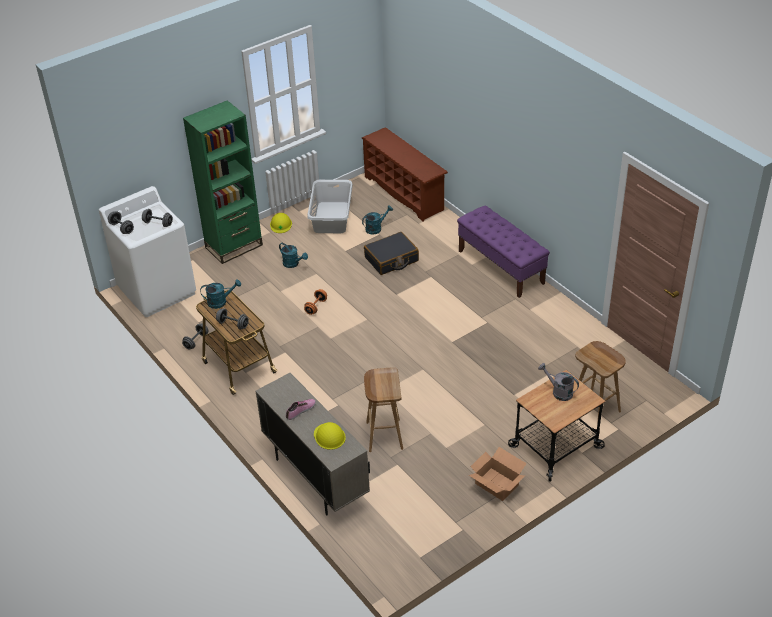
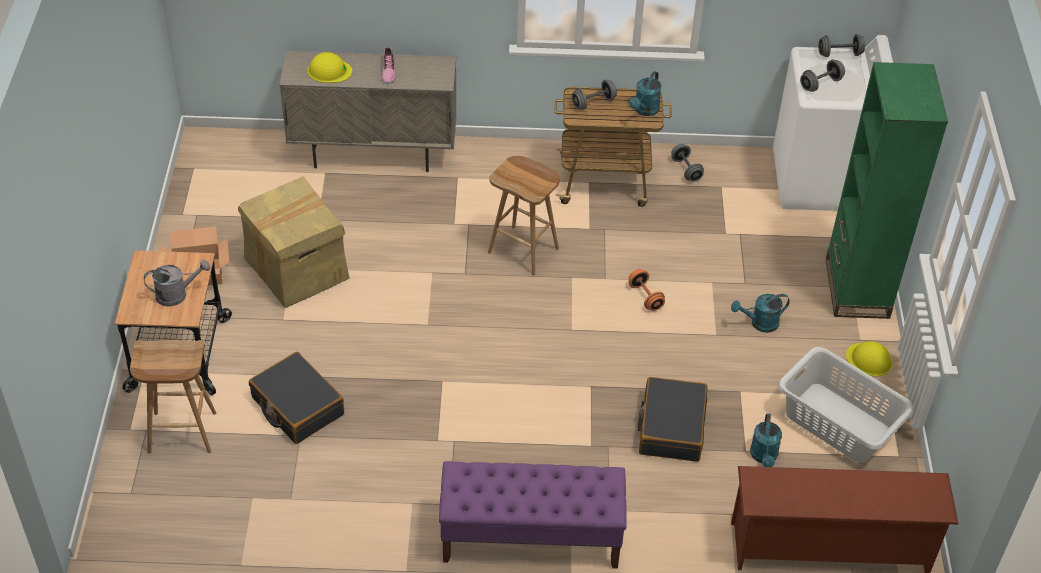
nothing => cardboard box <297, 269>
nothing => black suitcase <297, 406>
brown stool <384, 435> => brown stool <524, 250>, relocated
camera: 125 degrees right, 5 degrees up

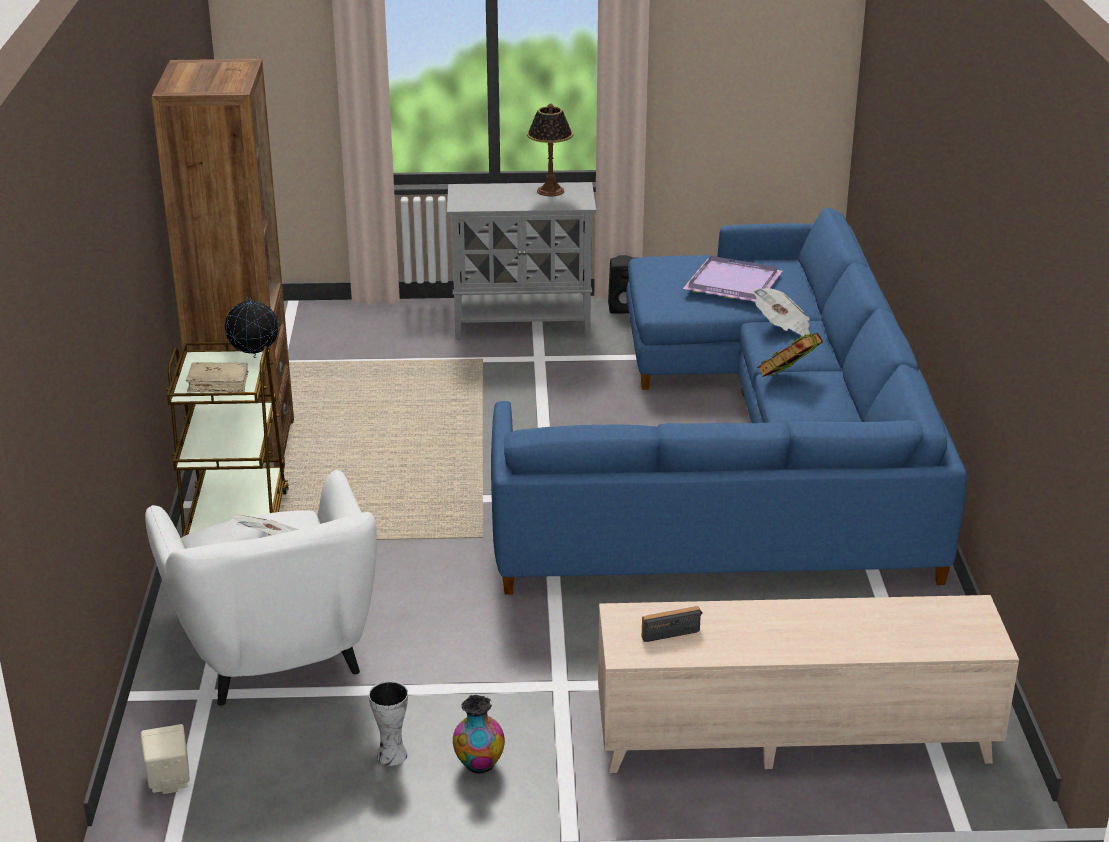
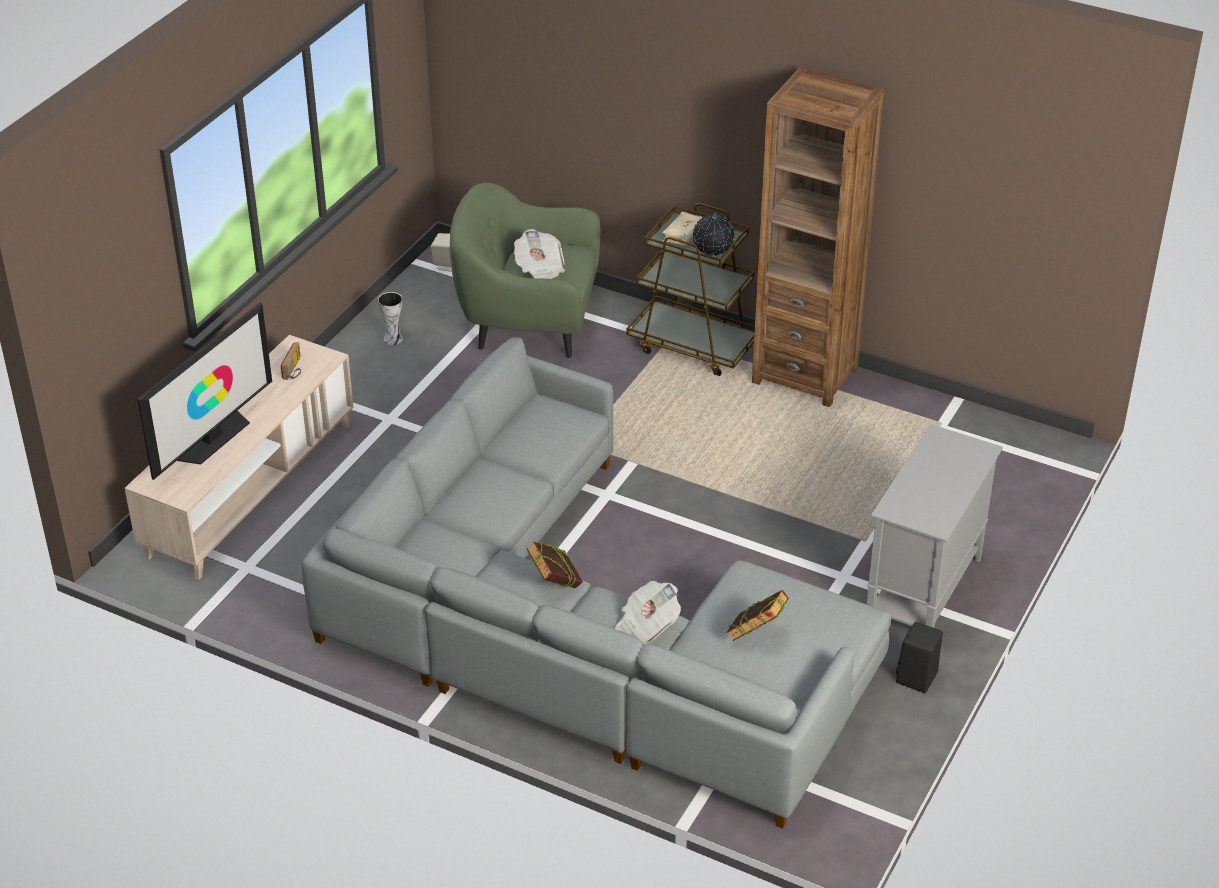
nothing => television <213, 438>
blue sofa <750, 451> => grey sofa <580, 632>
white armchair <275, 653> => green armchair <528, 324>
purple tray <735, 282> => book <756, 635>
vase <479, 765> => nothing
table lamp <550, 191> => nothing
camera: 120 degrees right, 10 degrees up

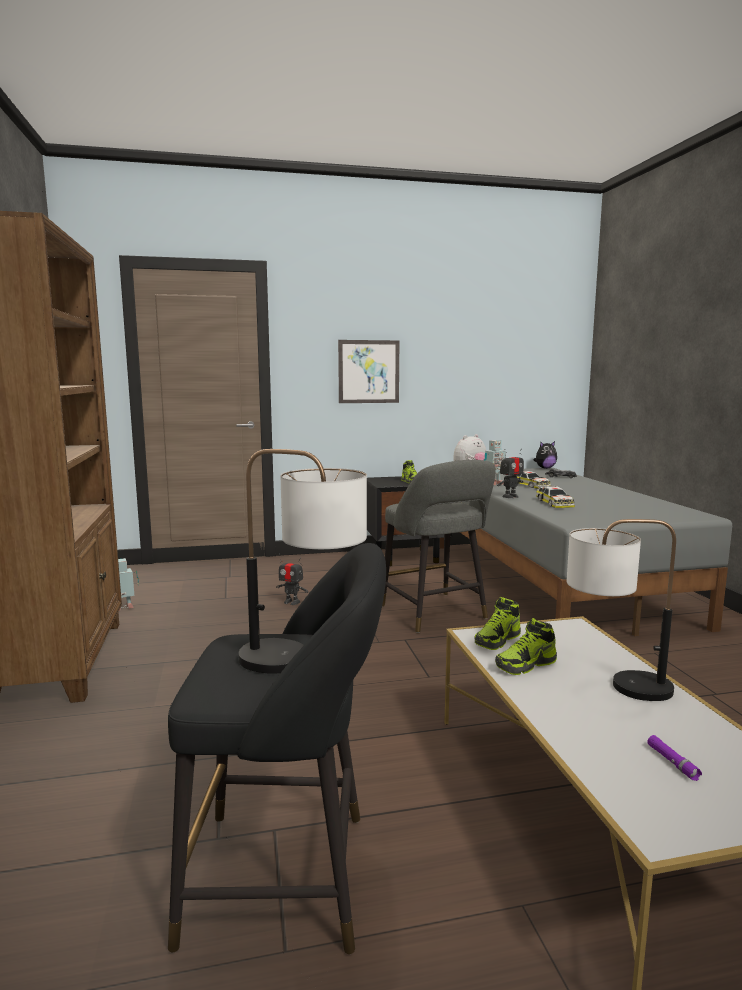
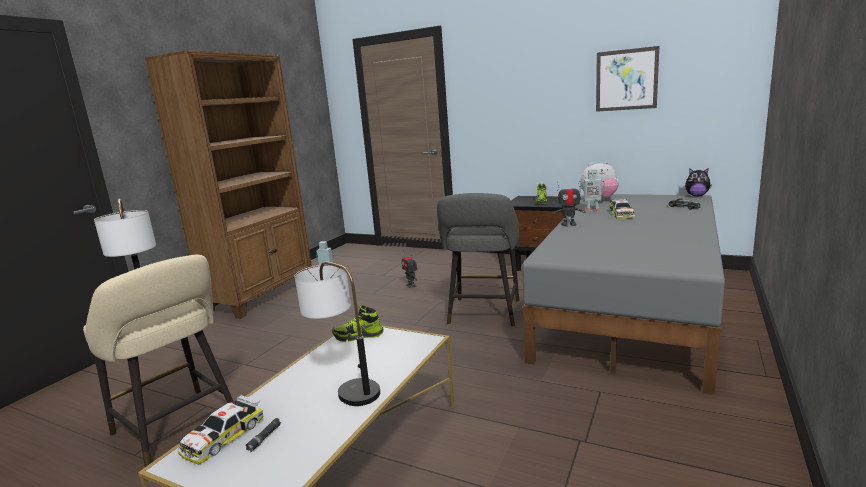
black stool <290, 877> => beige stool <179, 428>
toy car <554, 503> => toy car <223, 437>, relocated
purple flashlight <672, 762> => black flashlight <264, 438>
picture <368, 371> => picture <626, 80>, relocated
shoe <526, 665> => nothing
camera: 40 degrees right, 5 degrees up

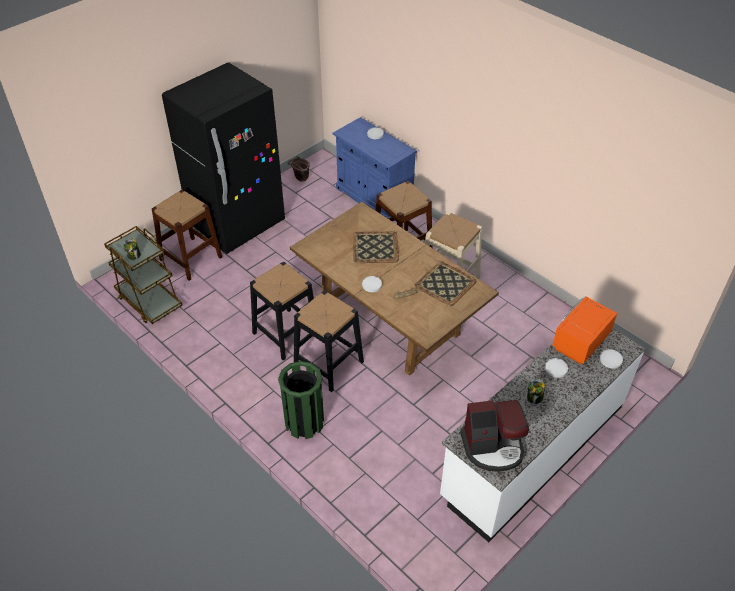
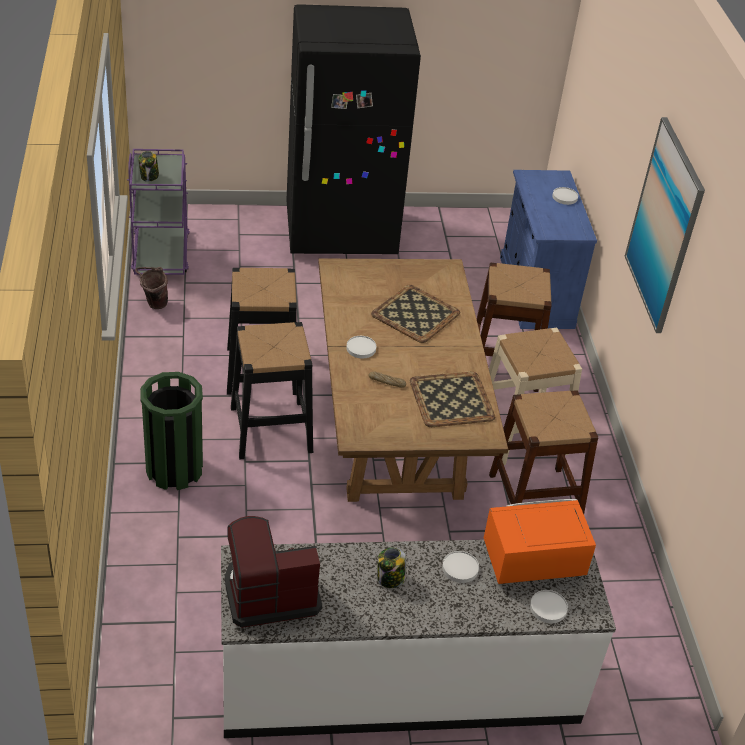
brown cart <149, 302> => purple cart <161, 255>
brown bucket <300, 179> => brown bucket <153, 304>, relocated
coffee machine <493, 447> => coffee machine <270, 593>, 135 degrees clockwise
brown stool <191, 258> => brown stool <535, 498>, relocated
nothing => picture <664, 226>
camera: 35 degrees right, 5 degrees down

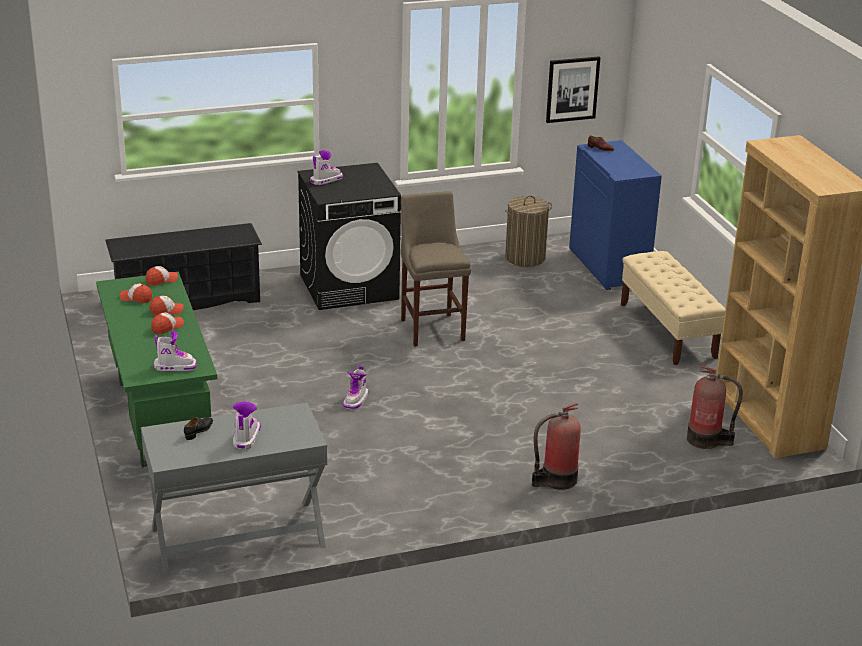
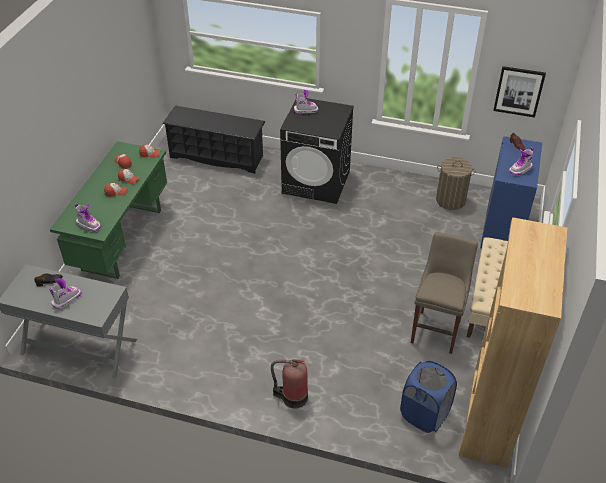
fire extinguisher <706, 440> => blue laundry basket <424, 414>
beige stool <432, 328> => beige stool <436, 329>, relocated
boot <356, 400> => boot <520, 169>, relocated
camera: 35 degrees right, 15 degrees up

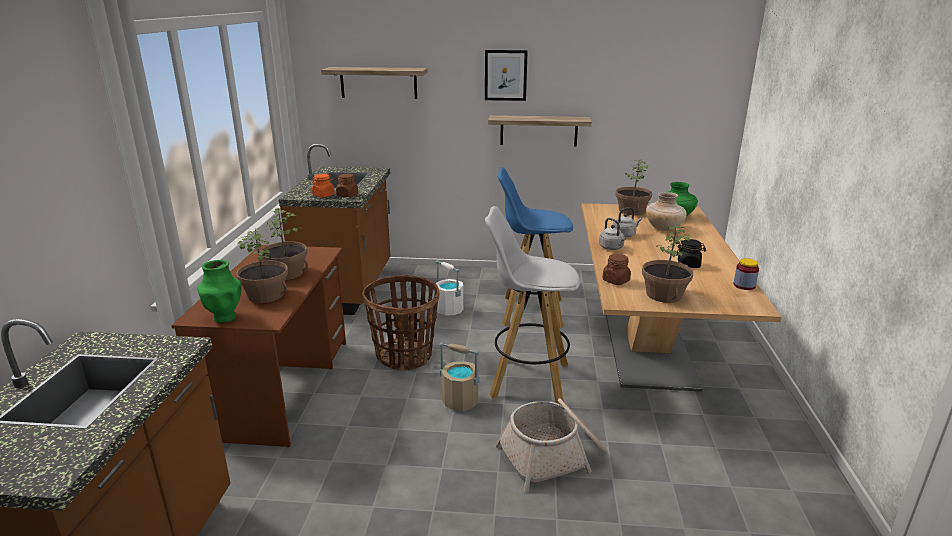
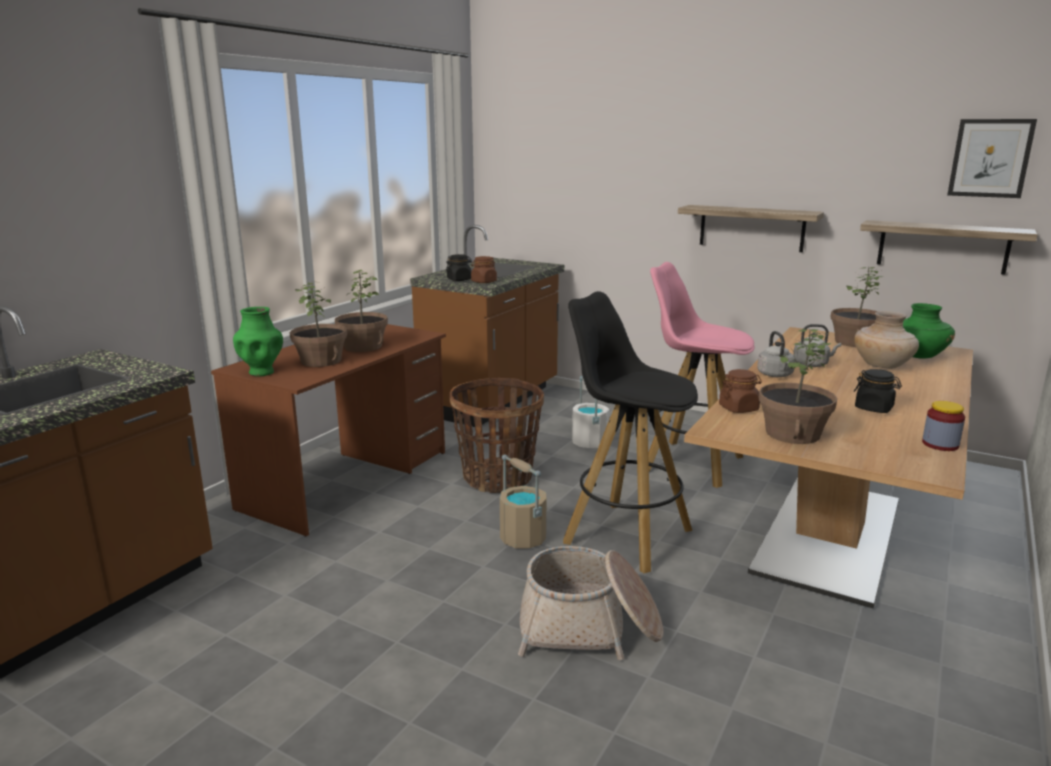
orange jar <323, 195> => black jar <459, 279>
white stool <528, 380> => black stool <625, 535>
blue stool <531, 312> => pink stool <691, 463>
shelf <378, 82> => shelf <942, 247>, relocated
picture <505, 75> => picture <990, 158>, relocated
camera: 25 degrees right, 5 degrees down

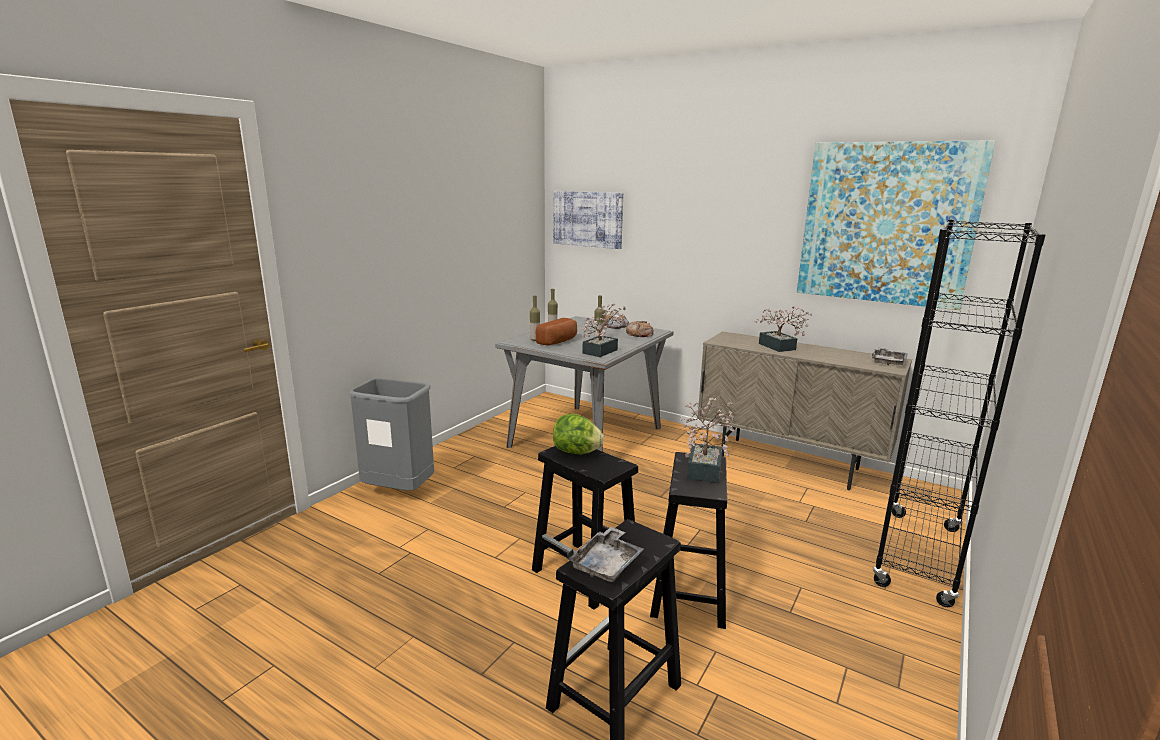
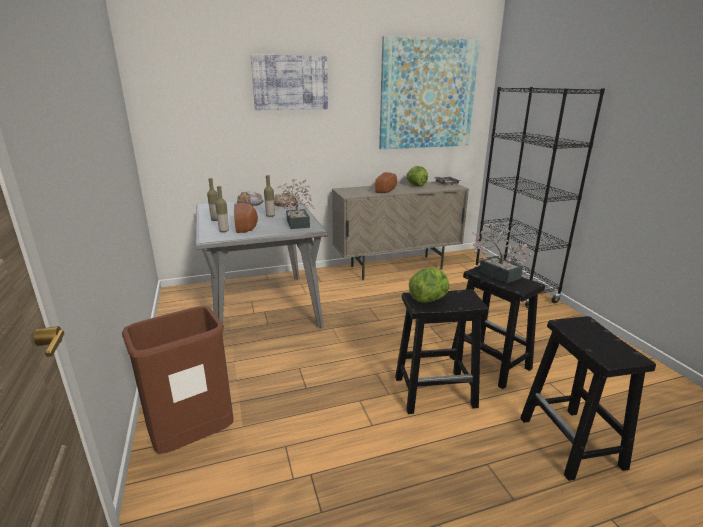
grey trash can <399, 491> => brown trash can <193, 438>
picture <587, 219> => picture <290, 83>, relocated
potted plant <779, 348> => bread <387, 190>
nothing => lettuce <416, 185>
grey tray <607, 564> => nothing
camera: 50 degrees left, 5 degrees up

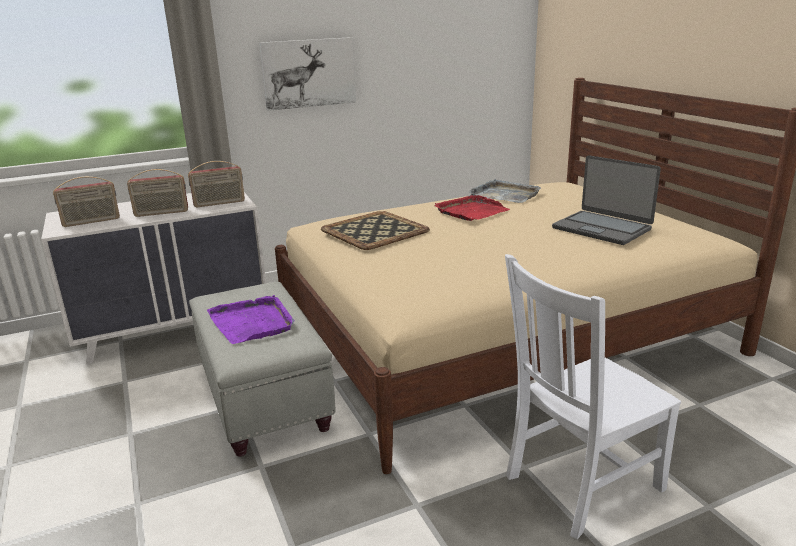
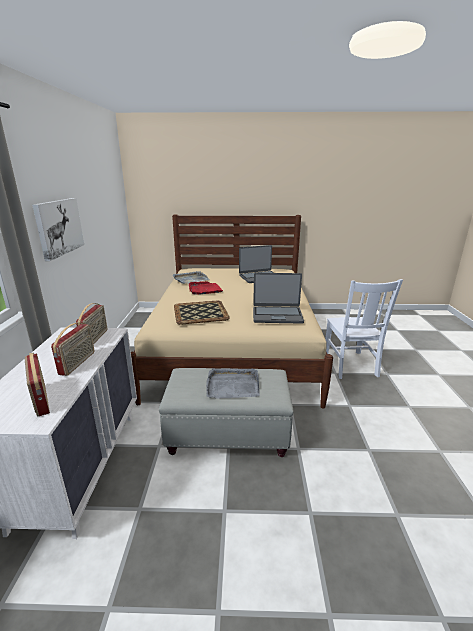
radio <91, 222> => radio <40, 400>, 150 degrees clockwise
purple tray <252, 322> => grey tray <232, 385>
nothing => laptop <277, 315>
camera: 65 degrees left, 0 degrees up

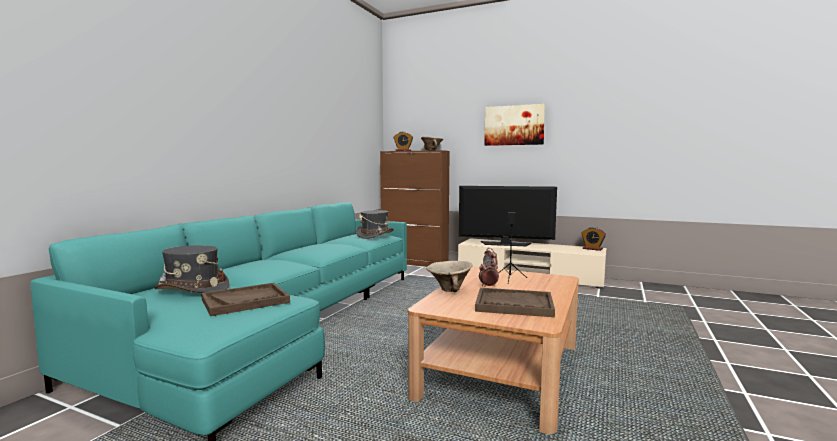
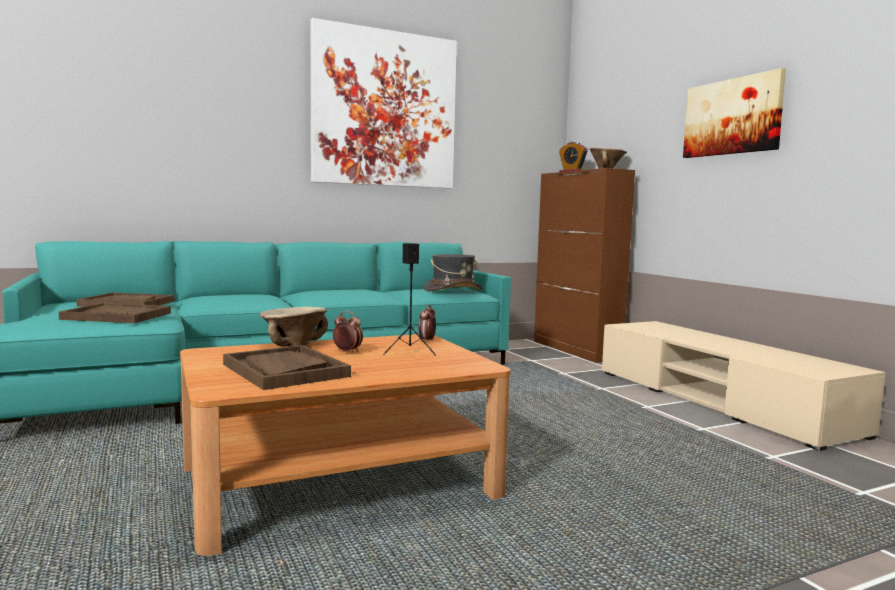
grey hat <192, 290> => brown tray <127, 303>
nothing => picture <384, 109>
television <505, 244> => nothing
alarm clock <592, 249> => nothing
camera: 40 degrees right, 0 degrees up

